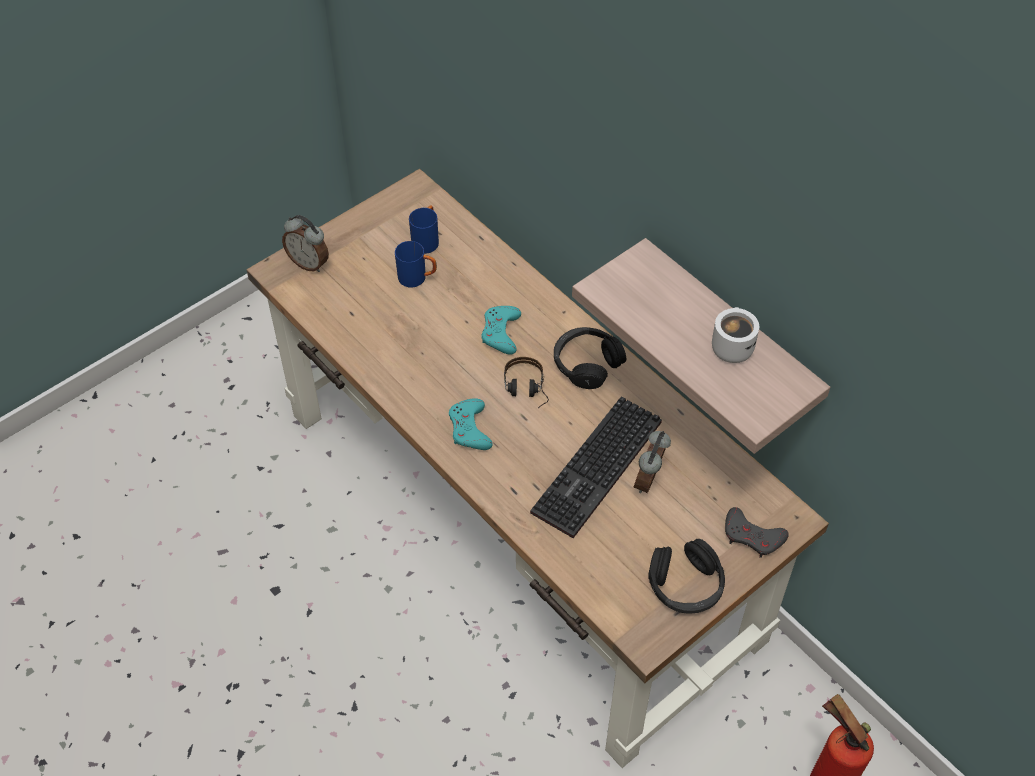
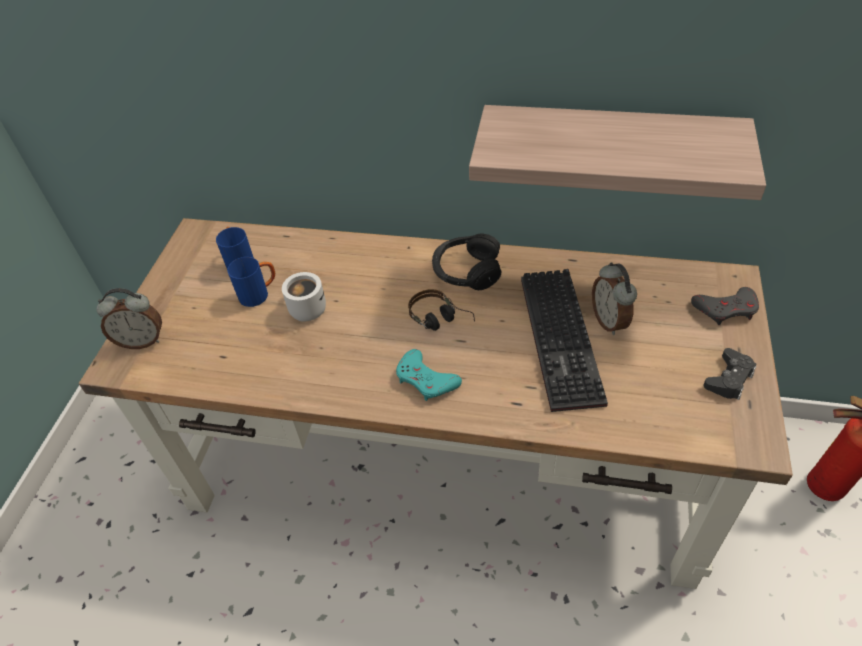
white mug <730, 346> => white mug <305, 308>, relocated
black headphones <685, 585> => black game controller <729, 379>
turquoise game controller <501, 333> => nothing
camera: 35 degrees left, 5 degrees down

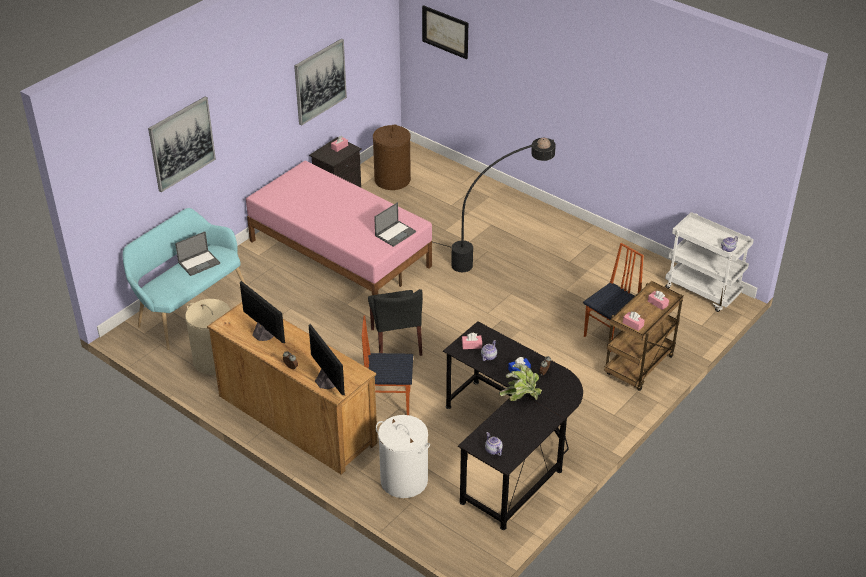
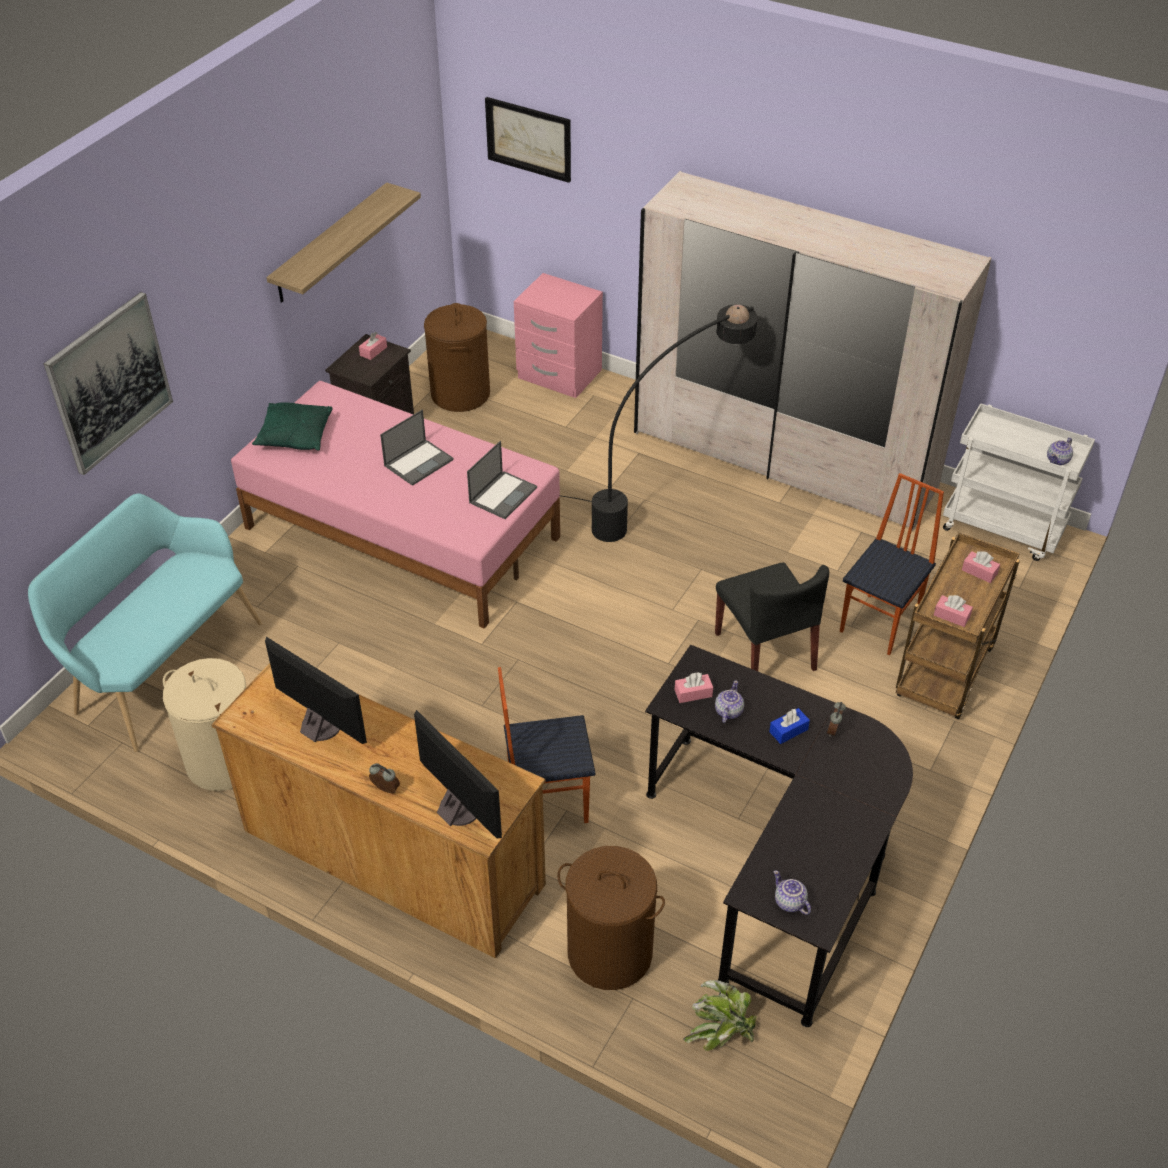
nothing => green pillow <295, 436>
picture <320, 81> => shelf <331, 243>
laptop <199, 262> => laptop <419, 462>, relocated
nothing => pink nightstand <559, 375>
white laundry basket <403, 480> => brown laundry basket <609, 953>
nothing => white wardrobe <785, 460>
potted plant <521, 396> => potted plant <720, 1032>, relocated
black chair <396, 342> => black chair <765, 652>, relocated
camera: 10 degrees left, 5 degrees up

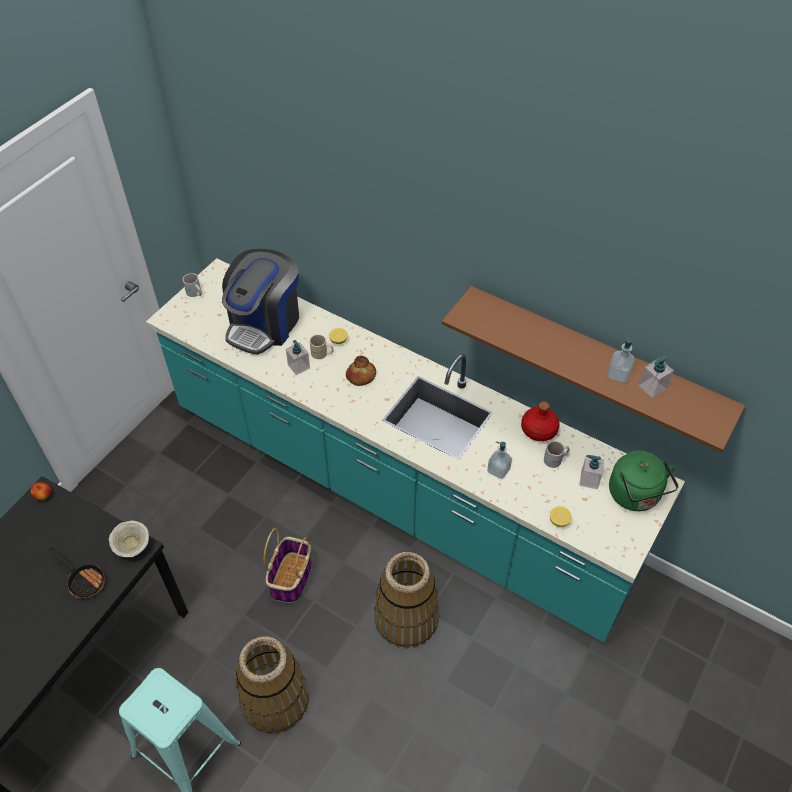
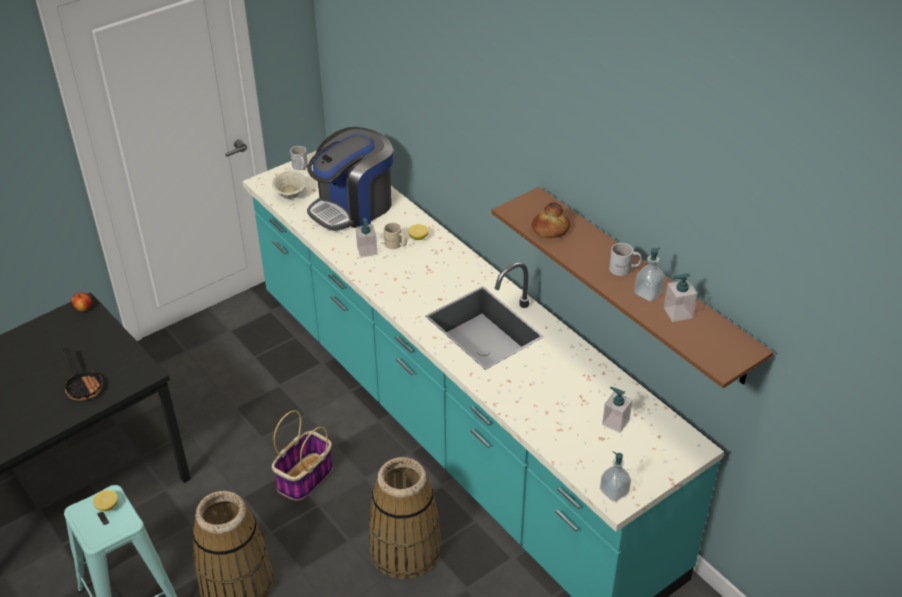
lemon <559, 521> => lemon <107, 506>, relocated
beige bowl <133, 546> => beige bowl <291, 195>, relocated
bread <361, 376> => bread <550, 229>, relocated
soap dispenser <498, 470> => soap dispenser <614, 491>, relocated
white mug <556, 459> => white mug <624, 269>, relocated
red bottle <539, 430> => nothing
green kettle <636, 496> => nothing
camera: 20 degrees right, 10 degrees down

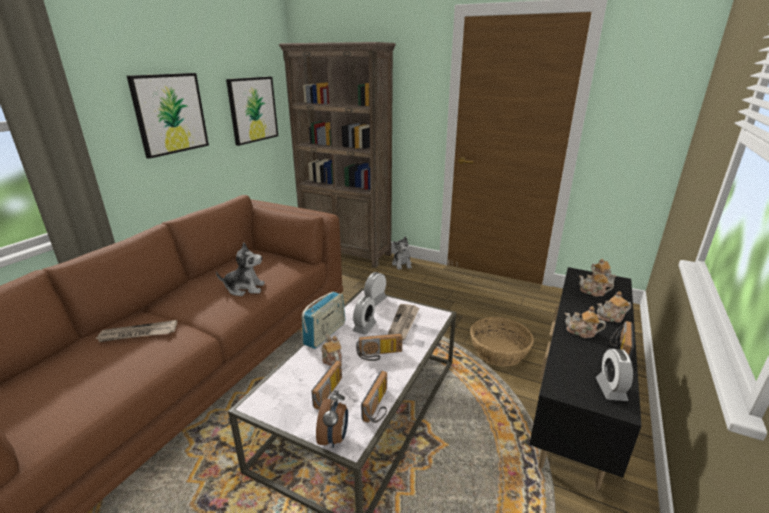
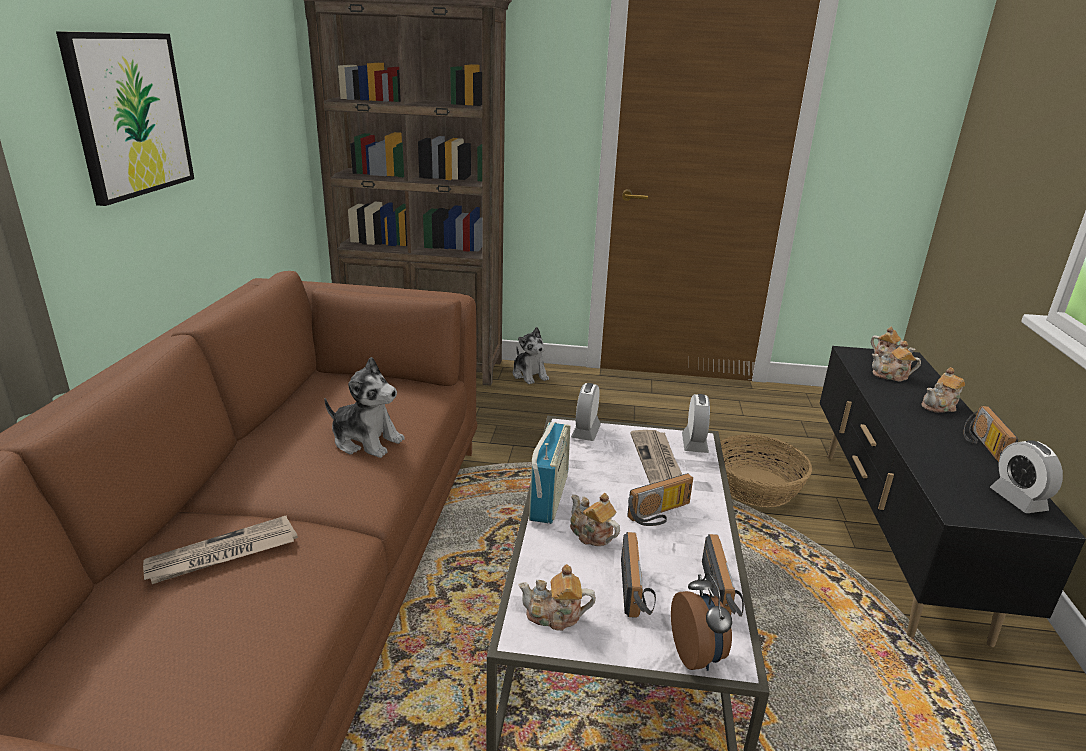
plush toy <245, 288> => plush toy <366, 441>, 45 degrees clockwise
teapot <581, 332> => teapot <555, 616>, relocated
alarm clock <364, 327> => alarm clock <694, 443>, relocated
picture <252, 110> => nothing
camera: 20 degrees left, 0 degrees up

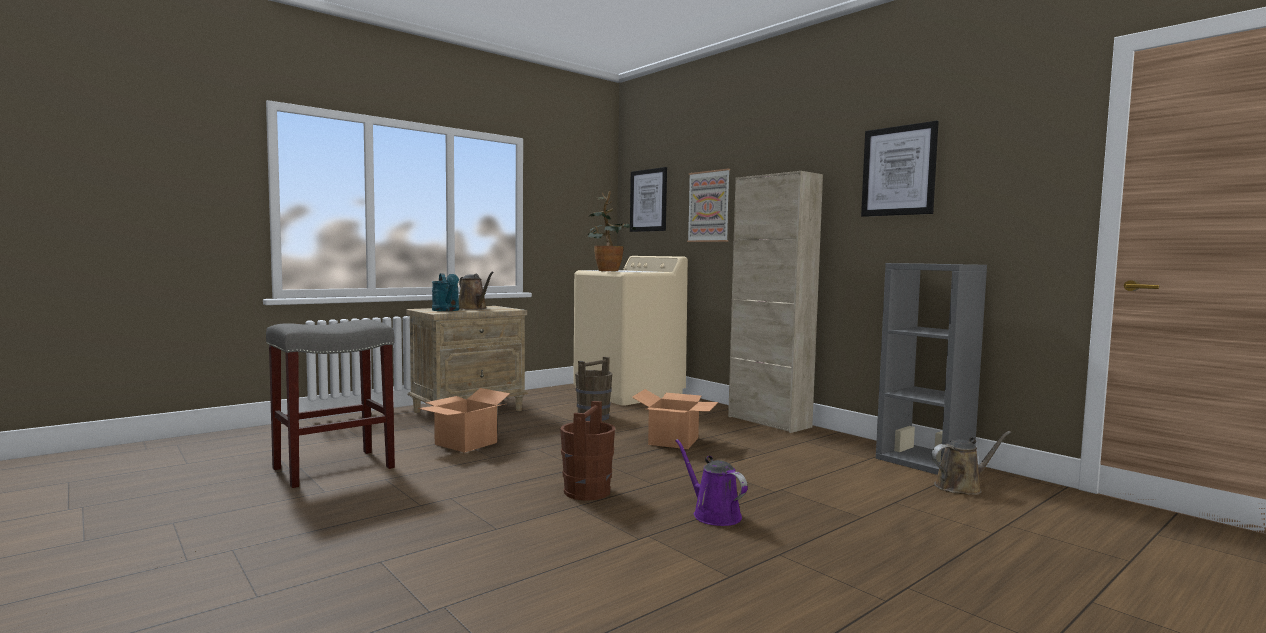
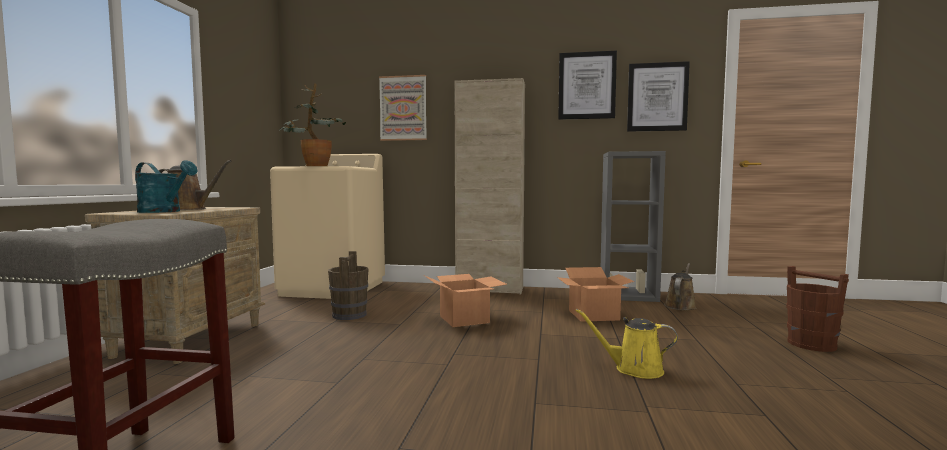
cardboard box <467, 443> => cardboard box <594, 315>, relocated
purple watering can <713, 514> => yellow watering can <633, 369>
picture <648, 200> => picture <657, 97>, relocated
brown bucket <587, 492> => brown bucket <812, 344>, relocated
camera: 40 degrees left, 0 degrees up

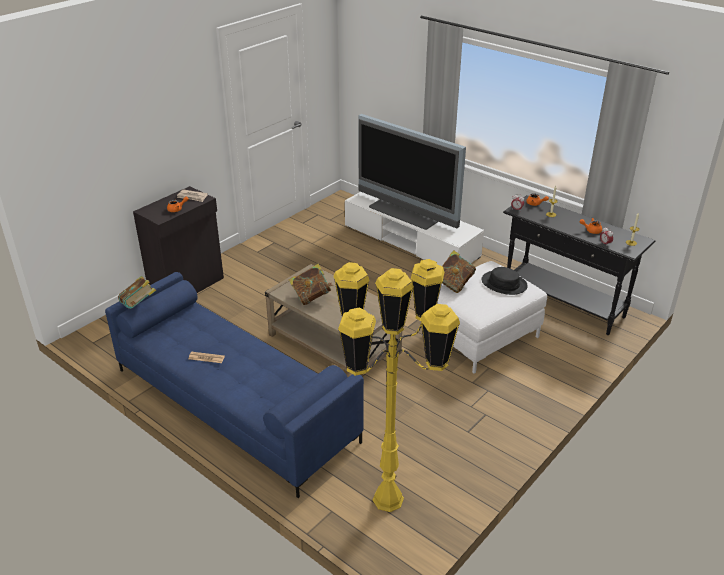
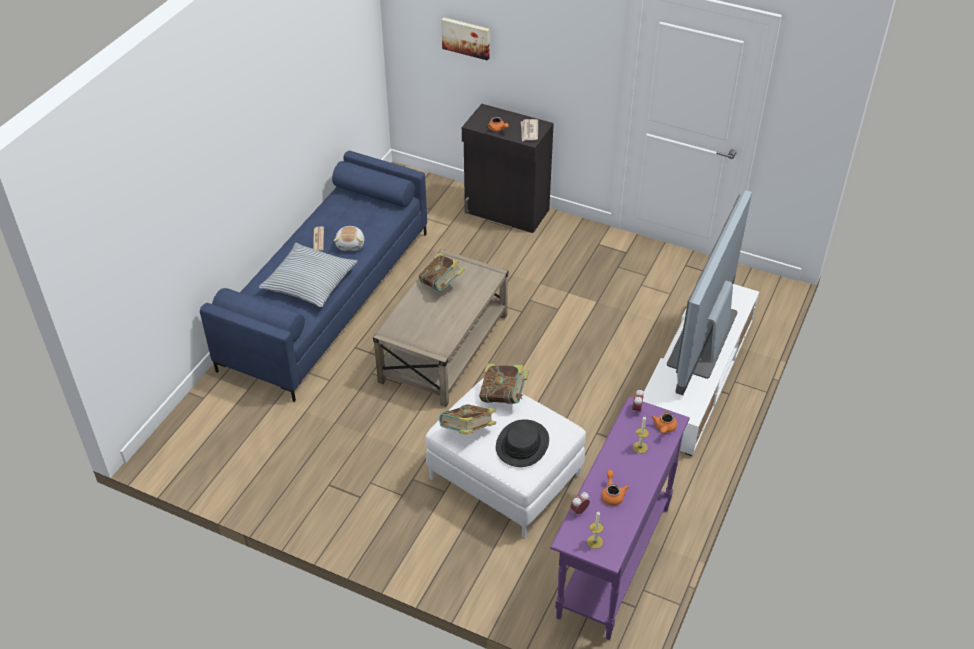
nothing => pillow <309, 282>
nothing => plush toy <351, 244>
book <139, 306> => book <467, 431>, relocated
nothing => picture <466, 37>
black console table <563, 304> => purple console table <613, 562>
yellow floor lamp <387, 499> => nothing
camera: 75 degrees right, 10 degrees up

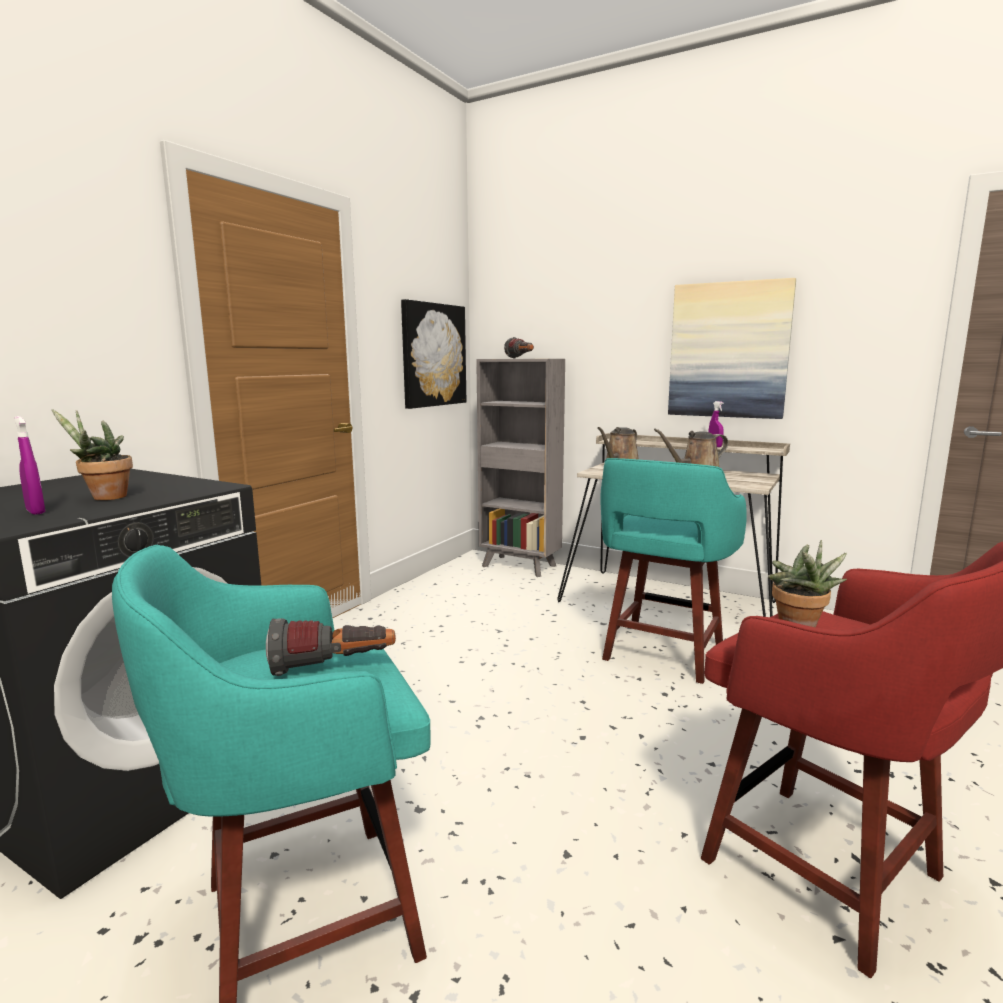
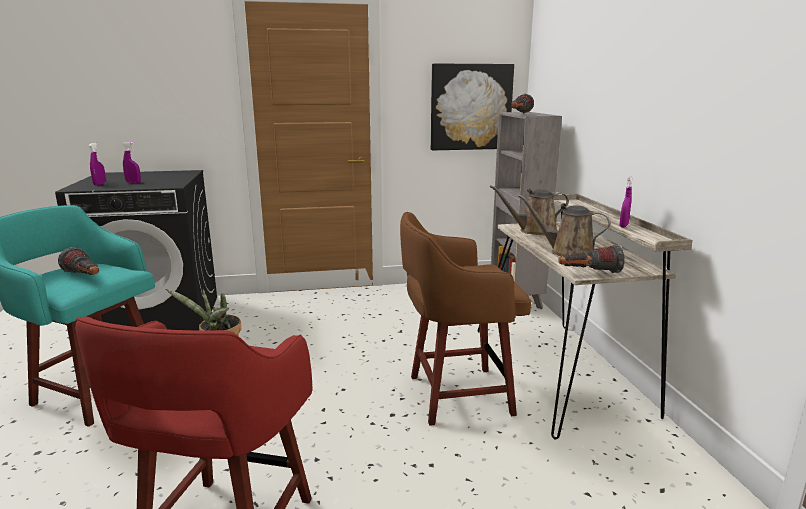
potted plant <104, 497> => purple spray bottle <133, 182>
turquoise stool <662, 653> => brown stool <455, 395>
nothing => flashlight <588, 273>
picture <728, 350> => nothing
camera: 50 degrees right, 5 degrees up

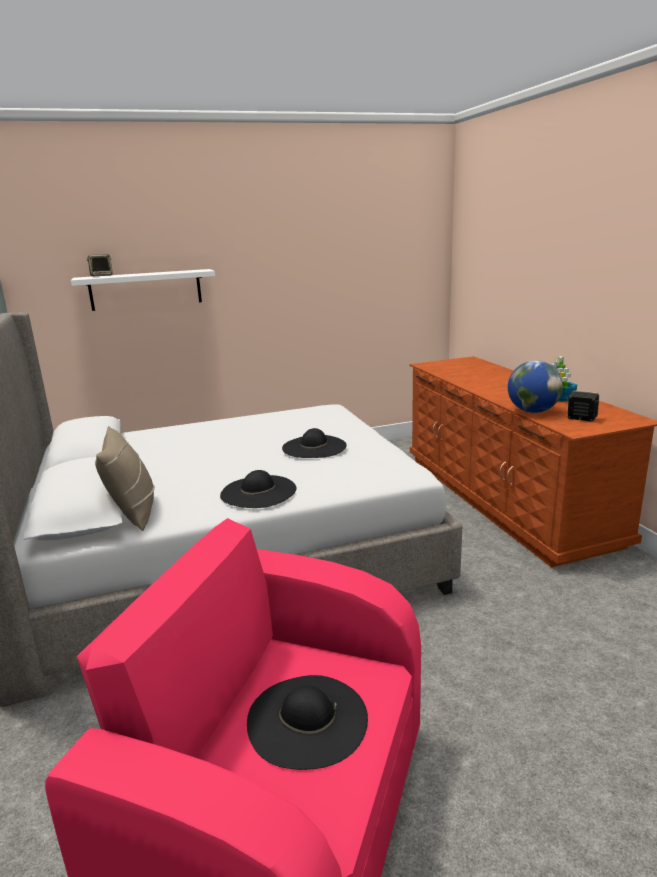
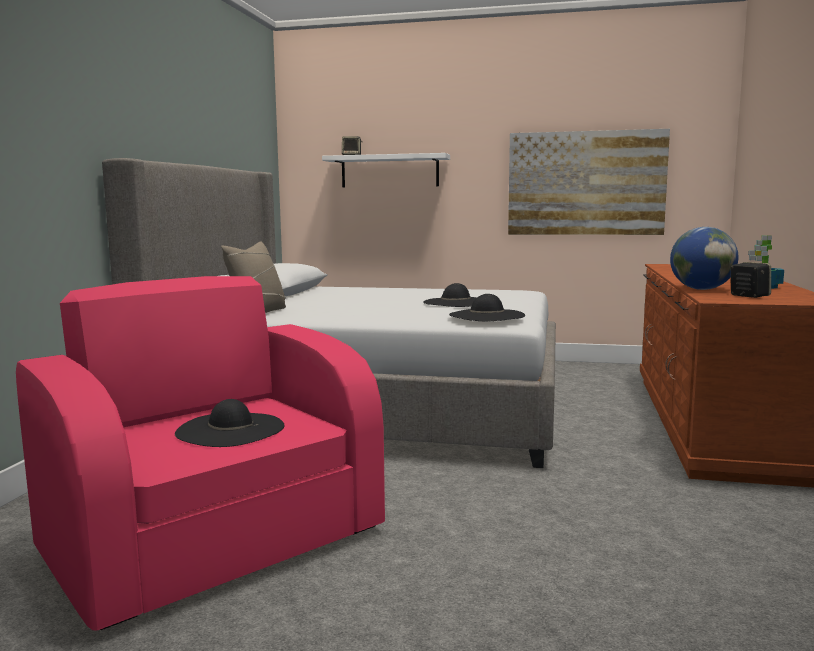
black hat <258, 492> => black hat <487, 315>, relocated
nothing => picture <585, 183>
camera: 30 degrees right, 10 degrees down

